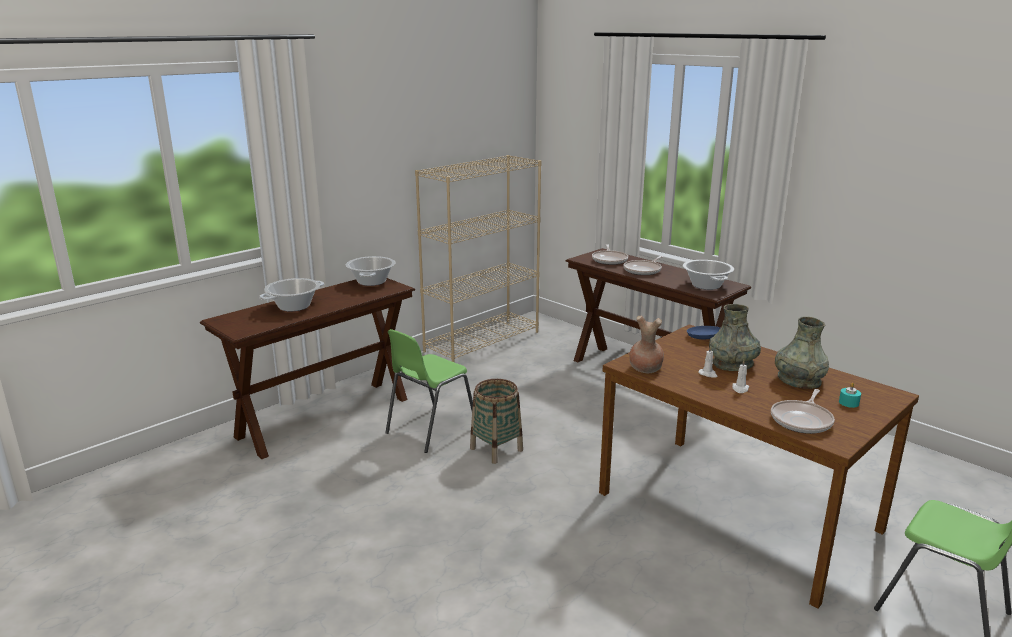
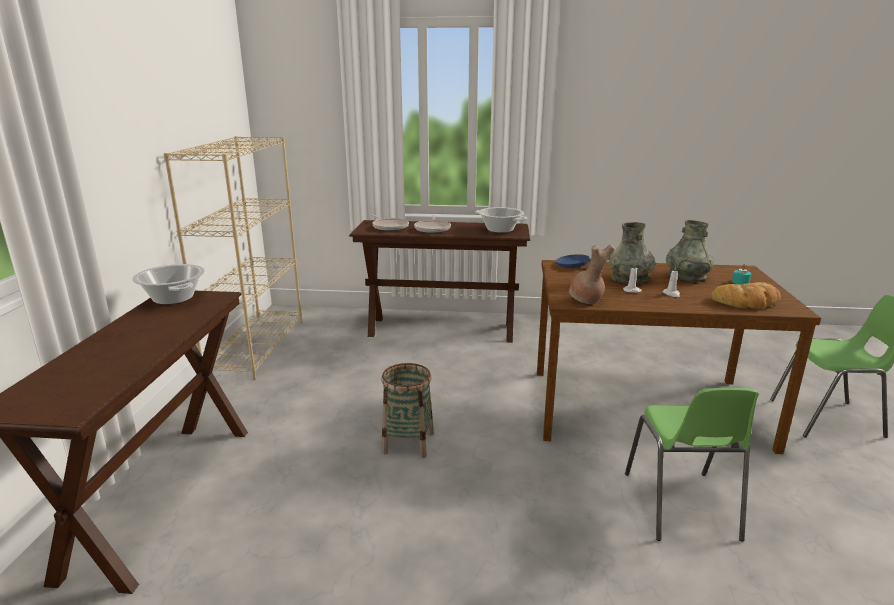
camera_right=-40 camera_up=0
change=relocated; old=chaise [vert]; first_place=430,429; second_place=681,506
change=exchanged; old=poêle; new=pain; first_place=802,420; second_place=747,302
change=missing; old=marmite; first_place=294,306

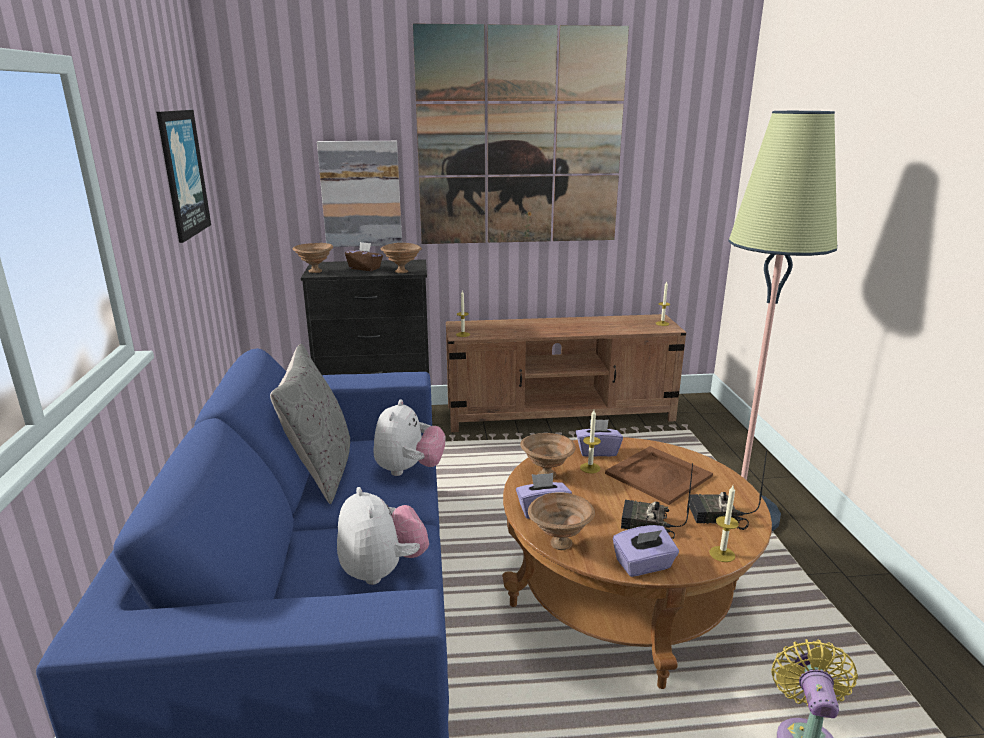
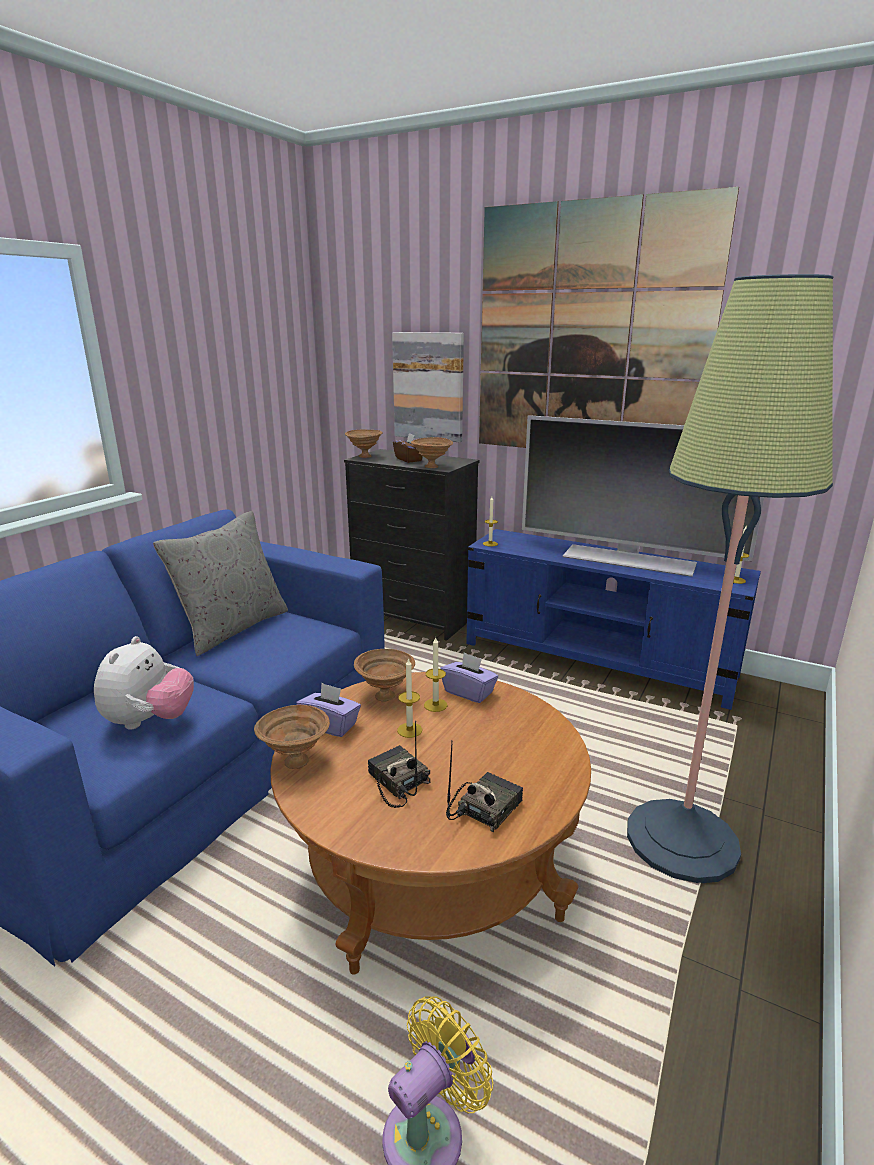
camera_right=35 camera_up=0
change=relocated; old=bougie; first_place=722,554; second_place=409,730
change=spun; old=radio; first_place=716,517; second_place=484,808; degrees=90
change=colour; old=meuble télé [marron]; new=meuble télé [bleu]; first_place=560,414; second_place=597,659
change=appeared; new=téléviseur; second_place=628,559
change=missing; old=tableau; first_place=182,174
change=missing; old=peluche; first_place=409,470
change=missing; old=plateau [marron]; first_place=658,475
change=missing; old=boîte à mouchoirs [violet]; first_place=643,565

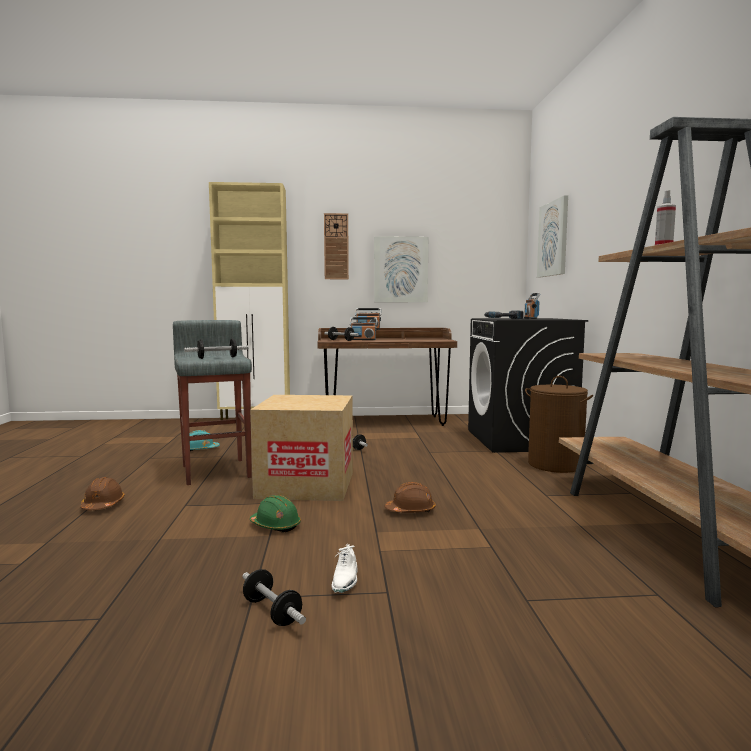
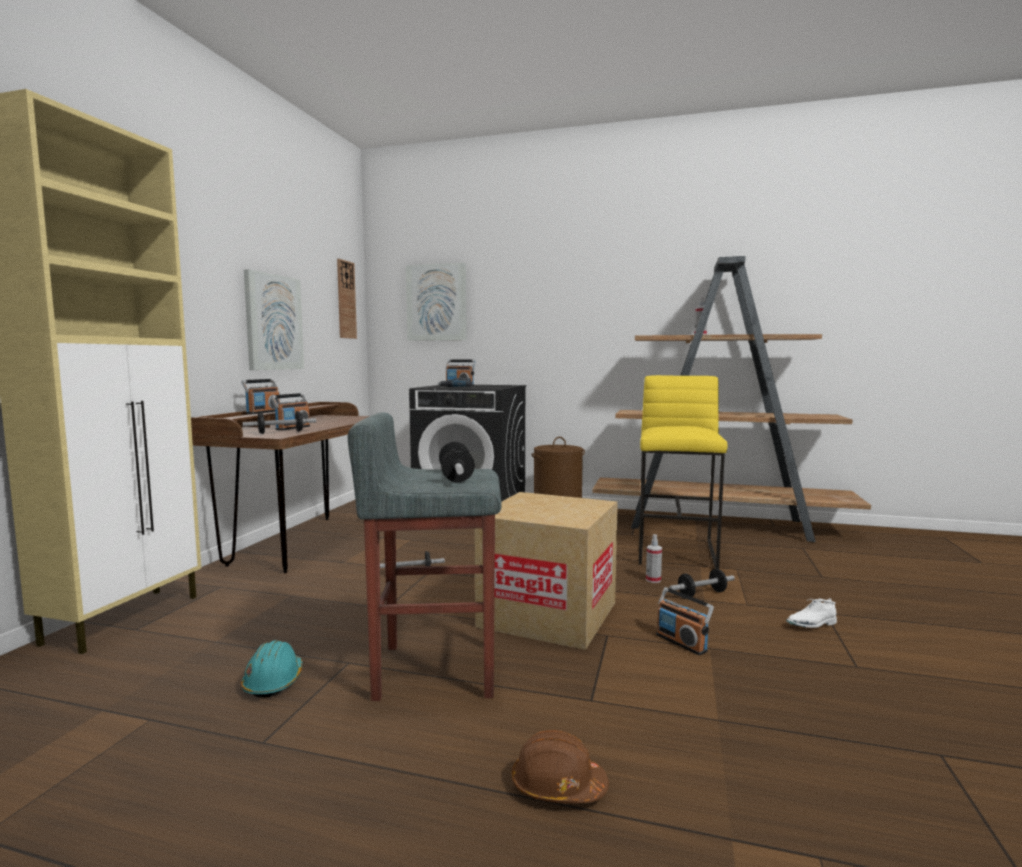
camera_right=-70 camera_up=0
change=relocated; old=horloge murale; first_place=336,246; second_place=346,299
change=appeared; new=tabouret [jaune]; second_place=677,552
change=exchanged; old=casque de chantier [marron]; new=vaporisateur; first_place=410,510; second_place=653,580
change=exchanged; old=casque de chantier [vert]; new=radio; first_place=275,525; second_place=681,642
change=relocated; old=haltère; first_place=272,612; second_place=702,594
change=spun; old=chaussure [blanc]; first_place=345,581; second_place=811,625; degrees=135

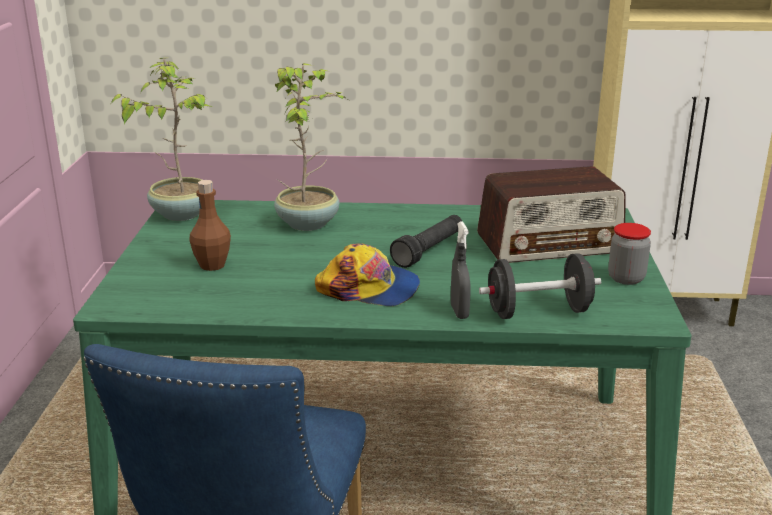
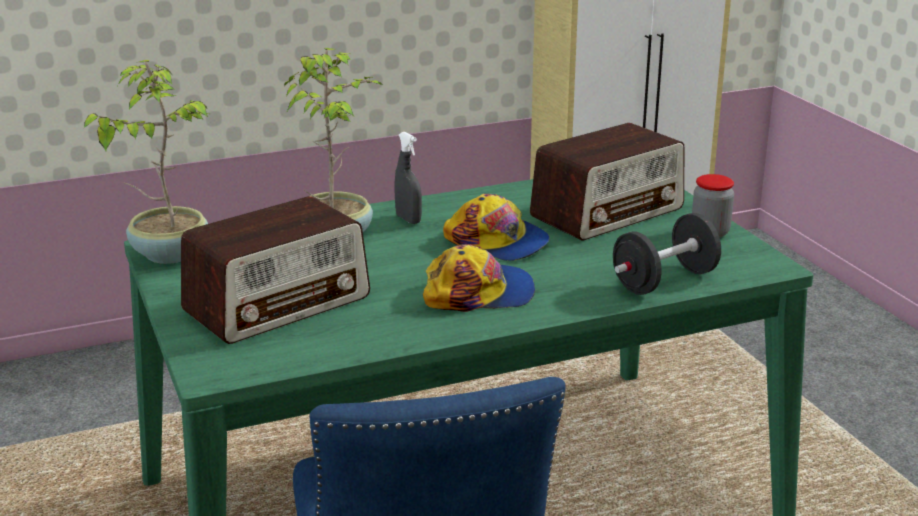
camera_right=-25 camera_up=0
change=exchanged; old=bouteille [marron]; new=radio; first_place=212,265; second_place=278,304
change=relocated; old=vaporisateur [gris]; first_place=459,312; second_place=408,219
change=exchanged; old=lampe de poche [noir]; new=casquette; first_place=429,250; second_place=497,242

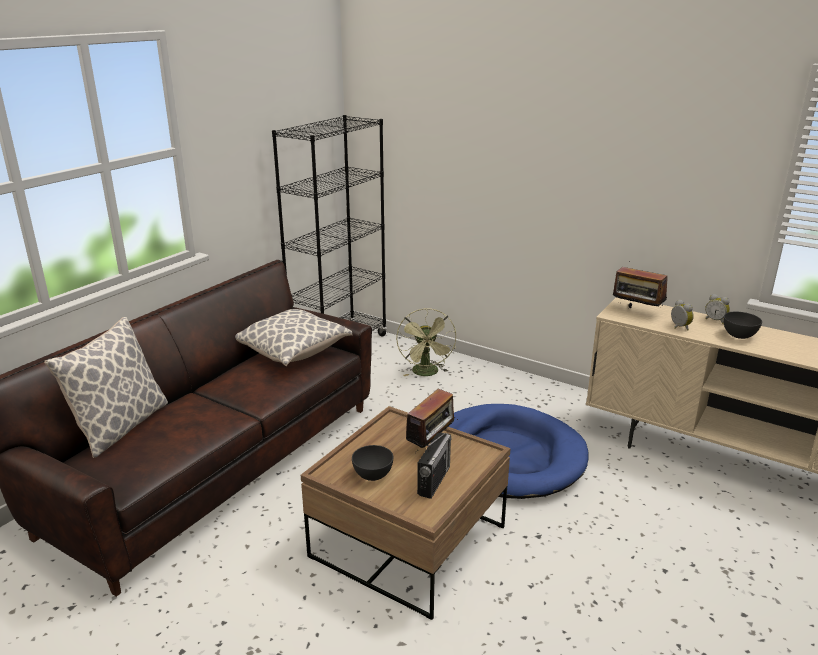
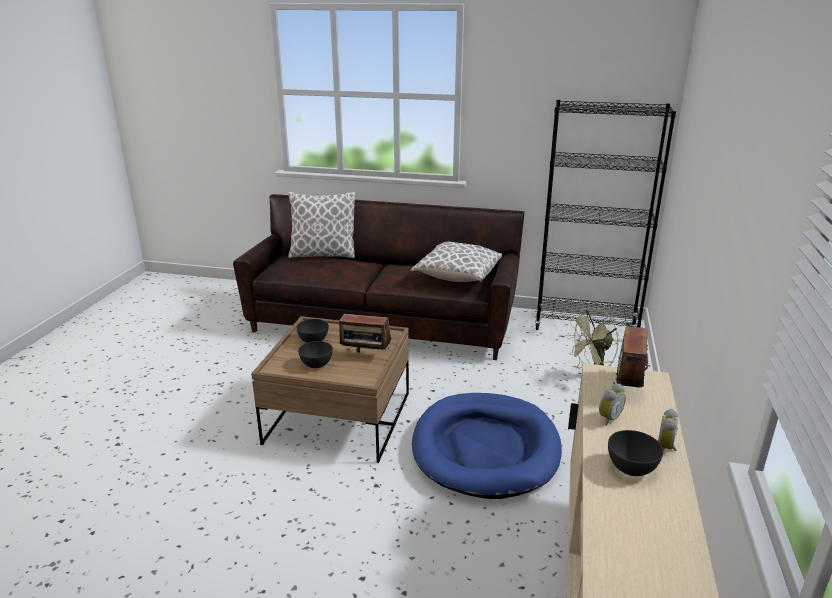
camera_right=70 camera_up=0
change=exchanged; old=radio; new=bol [gris]; first_place=434,480; second_place=316,364

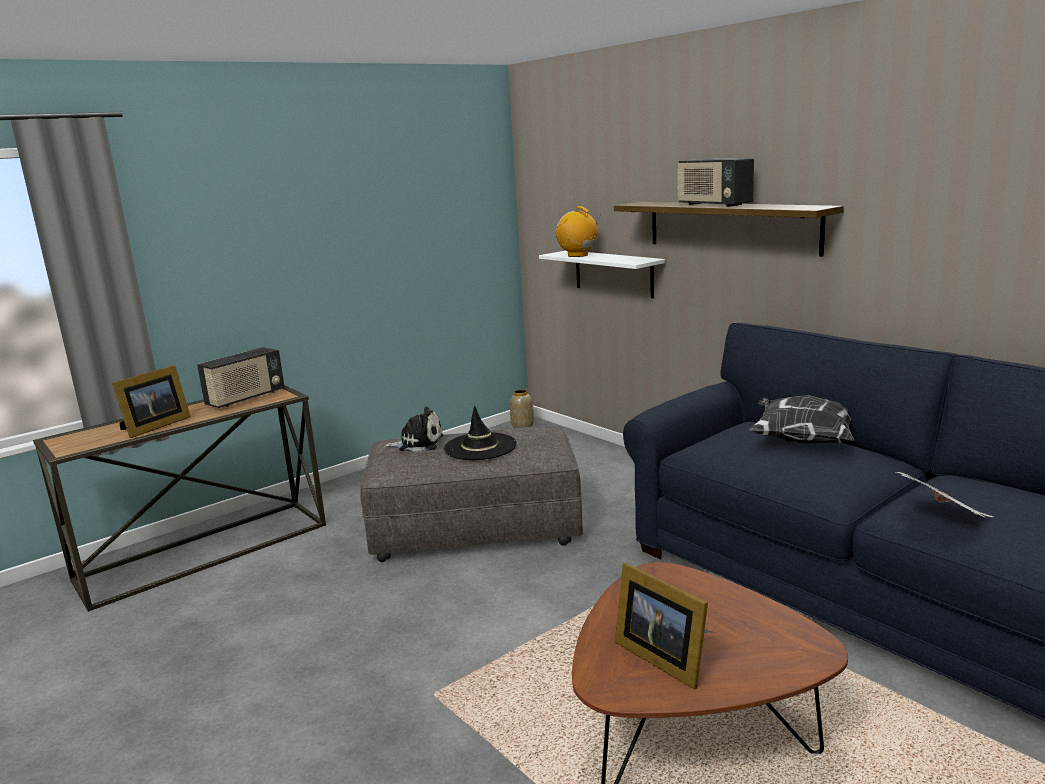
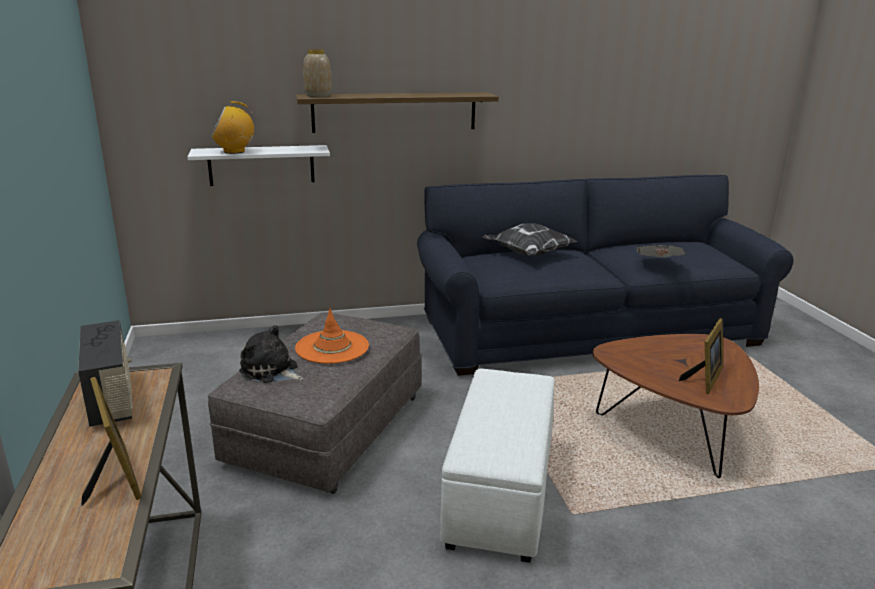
camera_right=-65 camera_up=5
change=spun; old=peluche; first_place=418,443; second_place=271,371; degrees=-90
change=colour; old=chapeau [noir]; new=chapeau [orange]; first_place=480,447; second_place=332,347
change=relocated; old=vase; first_place=522,426; second_place=317,95
change=appeared; new=pouf [blanc]; second_place=500,491
change=spun; old=cadre photo; first_place=660,656; second_place=705,379; degrees=-45
change=missing; old=radio; first_place=713,205

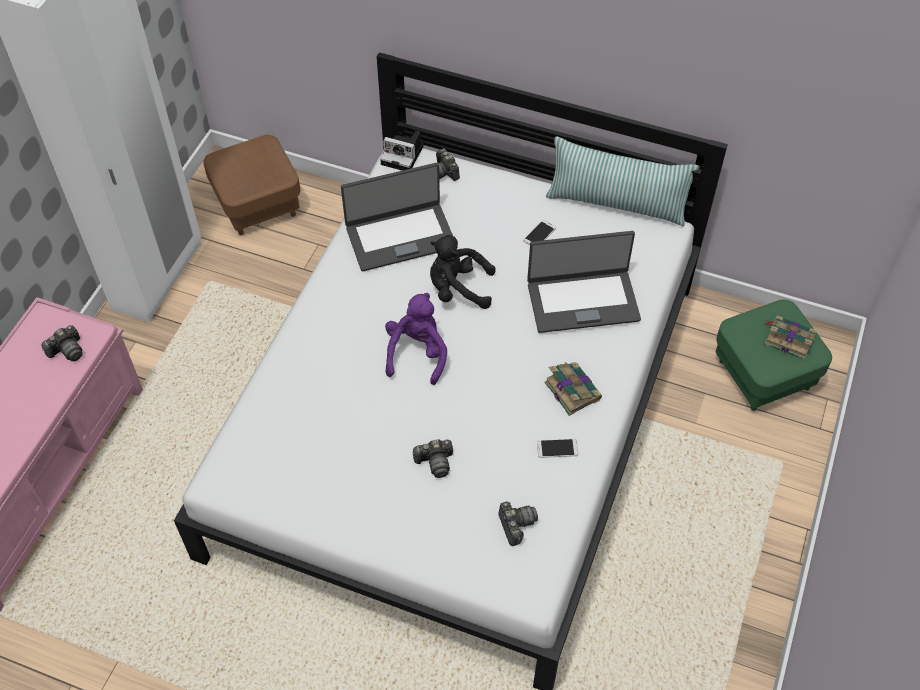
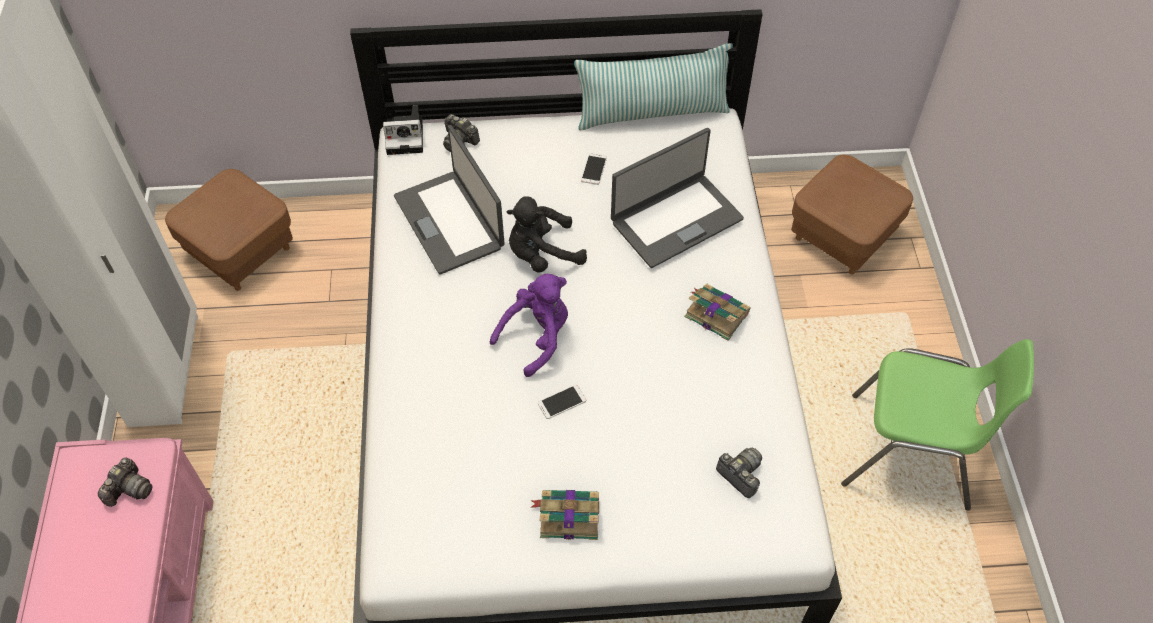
camera_right=-25 camera_up=0
change=spun; old=ordinateur portable; first_place=400,236; second_place=450,221; degrees=105
change=spun; old=peluche [violet]; first_place=417,353; second_place=537,337; degrees=60
change=relocated; old=livre; first_place=788,339; second_place=567,516
change=relocated; old=téléphone; first_place=557,448; second_place=562,402
change=colour; old=pouf [vert]; new=pouf [marron]; first_place=763,374; second_place=842,236
change=appeared; new=chaise [vert]; second_place=911,453
change=missing; old=appareil photo; first_place=435,462

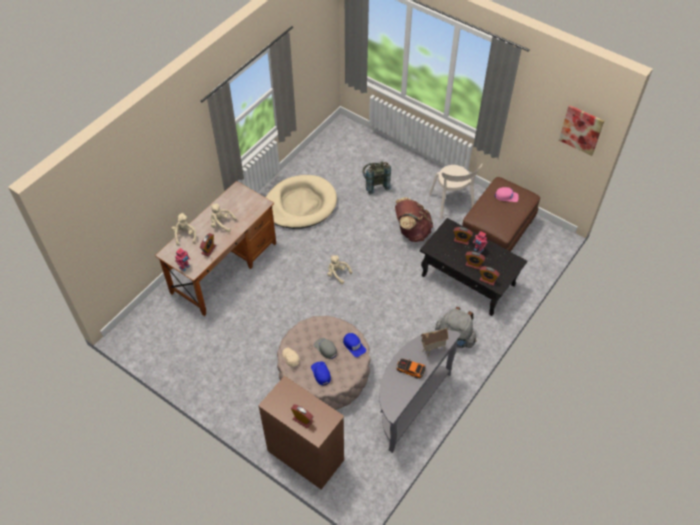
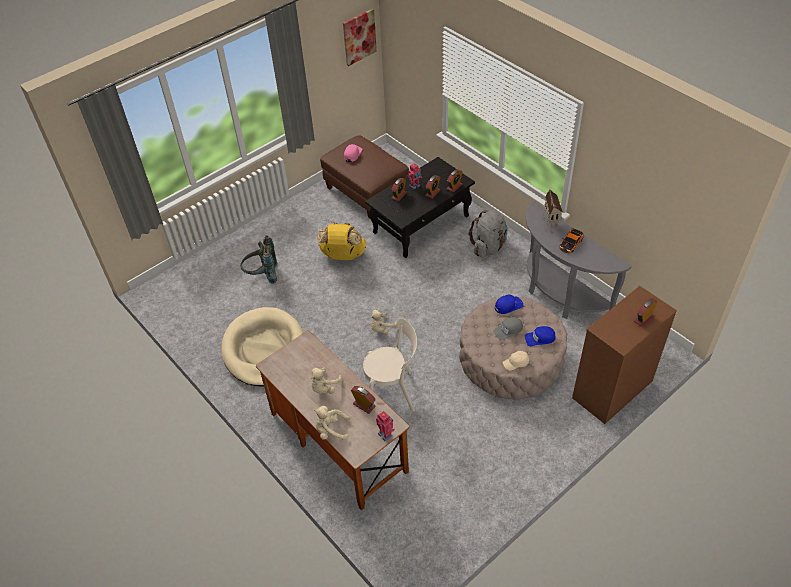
camera_right=-75 camera_up=-5
change=colour; old=sac à dos [marron]; new=sac à dos [jaune]; first_place=411,231; second_place=343,256
change=relocated; old=chaise [beige]; first_place=452,204; second_place=393,392

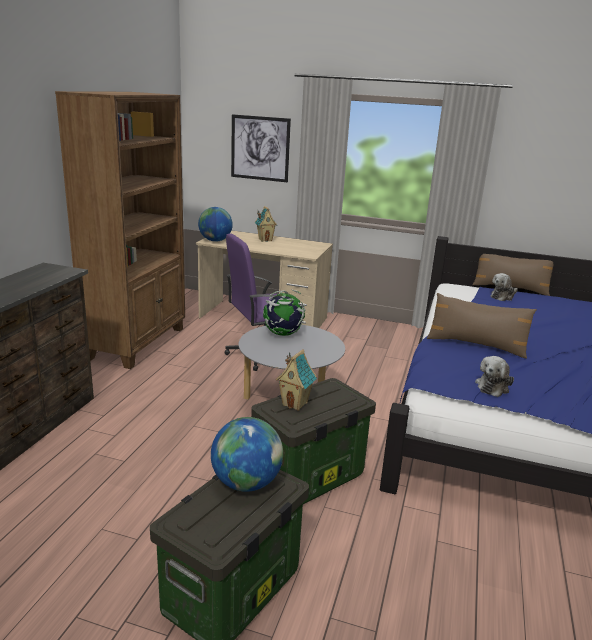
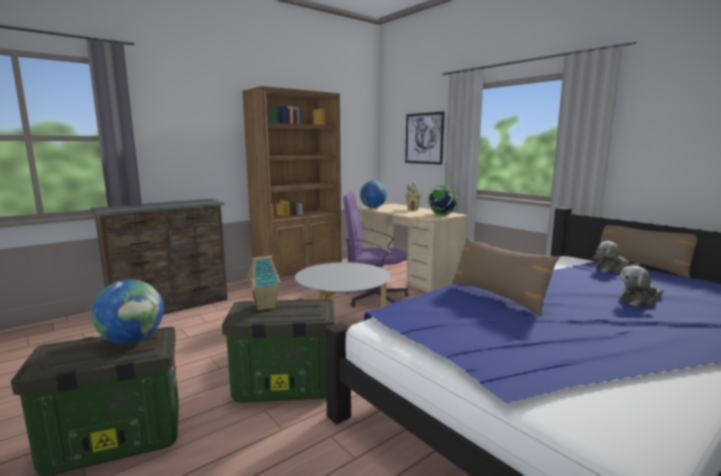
camera_right=35 camera_up=-10
change=relocated; old=globe; first_place=282,334; second_place=441,214
change=relocated; old=peluche; first_place=493,386; second_place=639,300

